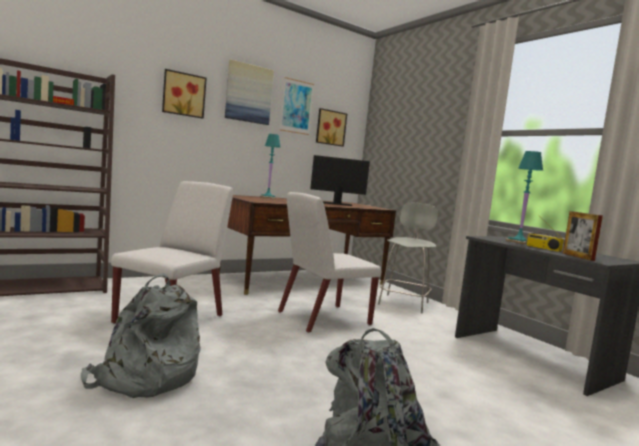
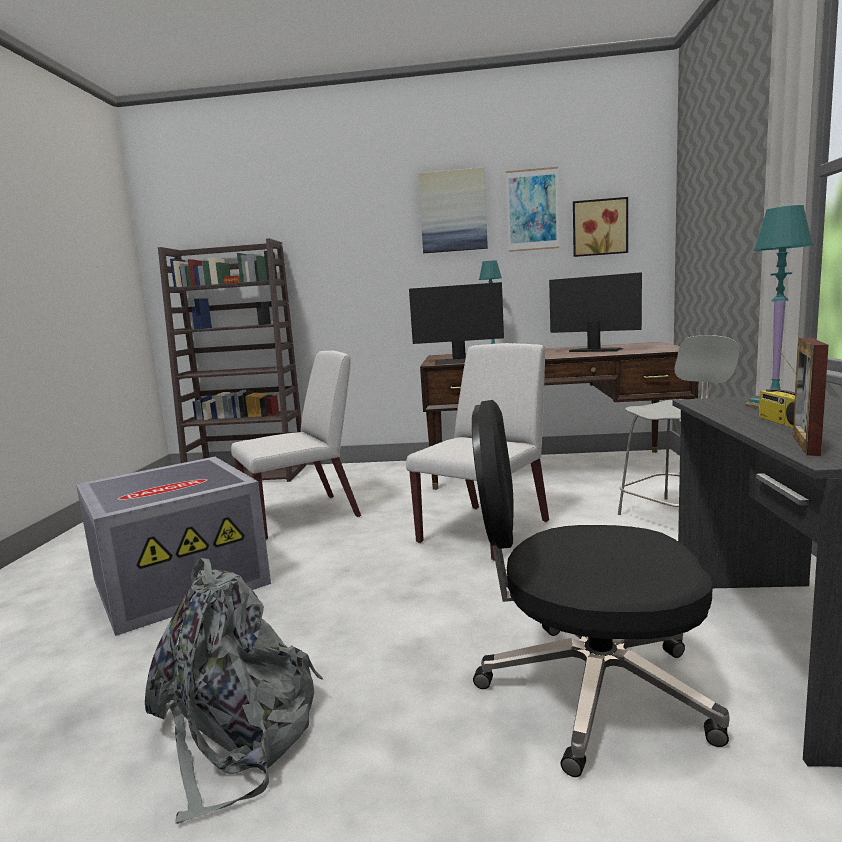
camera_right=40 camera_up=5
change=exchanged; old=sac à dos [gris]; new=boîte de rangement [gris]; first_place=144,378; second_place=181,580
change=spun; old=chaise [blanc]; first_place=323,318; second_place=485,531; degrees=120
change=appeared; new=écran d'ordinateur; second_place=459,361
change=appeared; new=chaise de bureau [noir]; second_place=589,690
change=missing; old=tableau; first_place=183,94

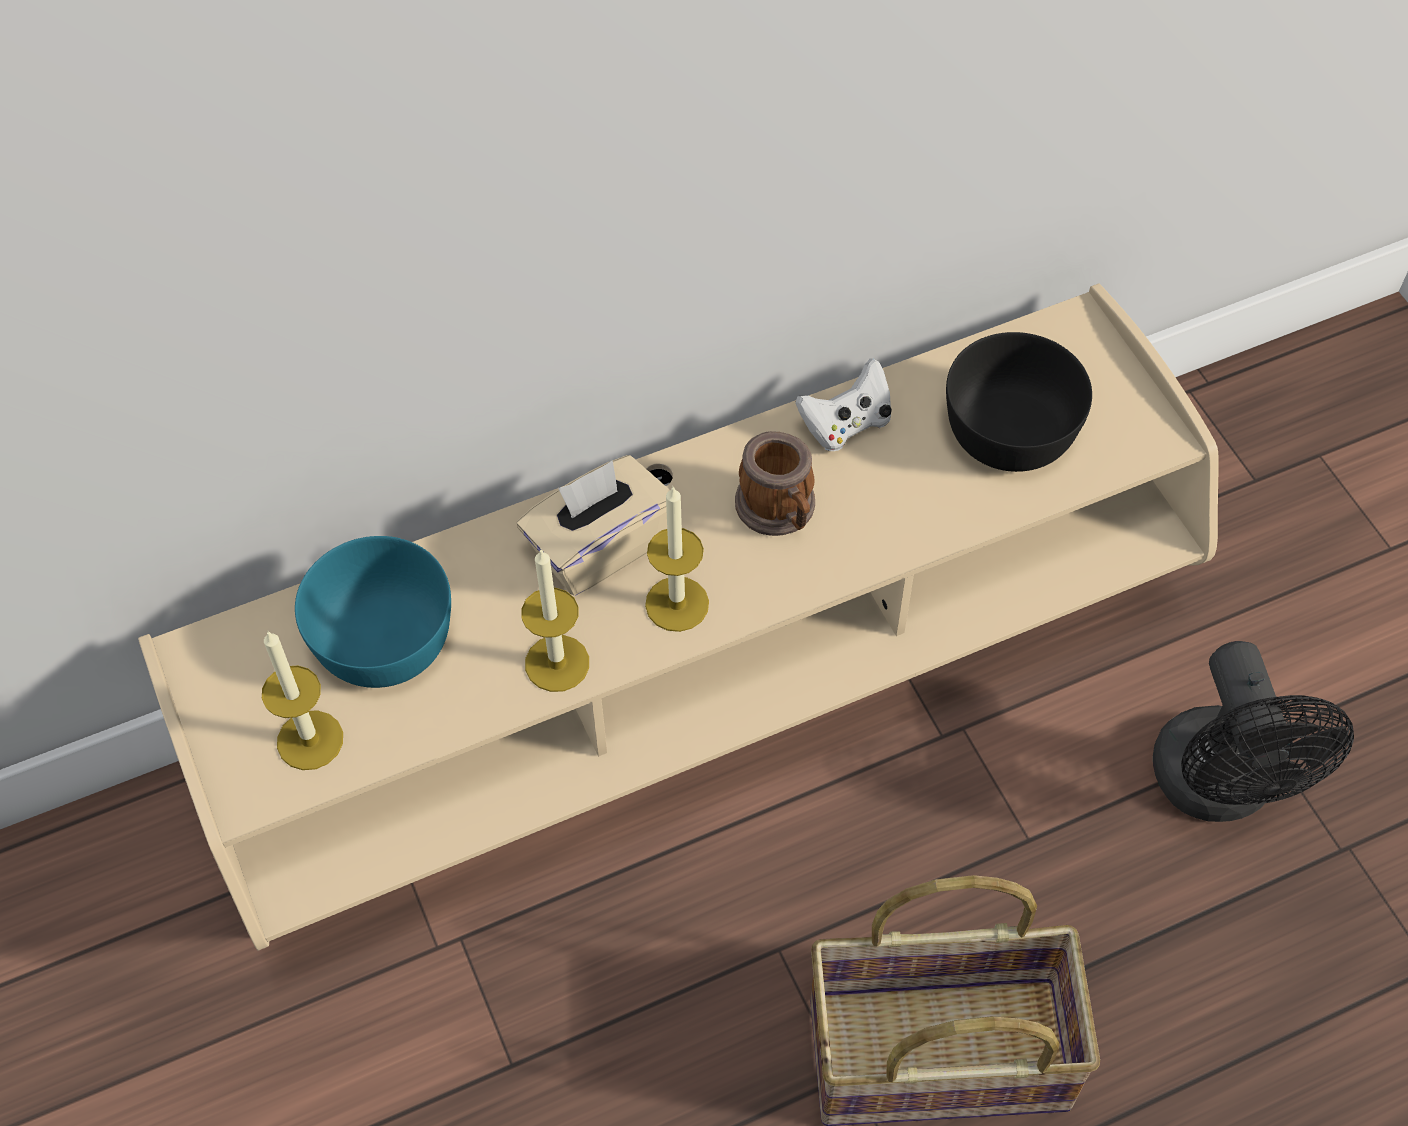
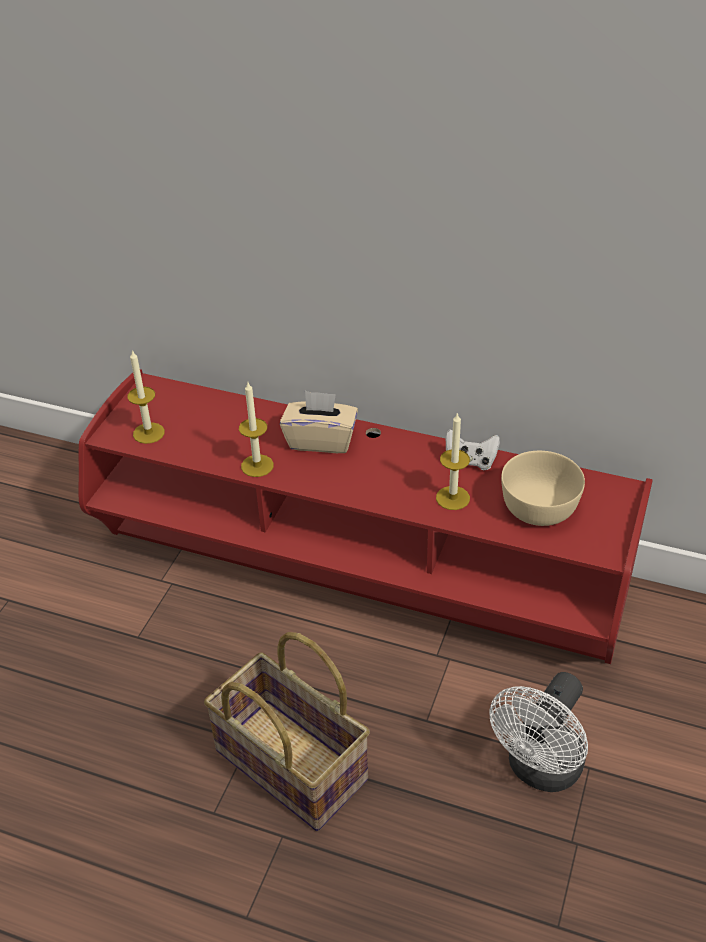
camera_right=45 camera_up=-15
change=colour; old=meuble télé [beige]; new=meuble télé [rouge]; first_place=707,697; second_place=357,572
change=relocated; old=bougie; first_place=677,604; second_place=452,498
change=colour; old=ventilateur [noir]; new=ventilateur [blanc]; first_place=1219,789; second_place=540,770
change=colour; old=bol [noir]; new=bol [beige]; first_place=1011,433; second_place=539,508
change=missing; old=bol [turquoise]; first_place=382,637
change=missing; old=mug; first_place=780,511

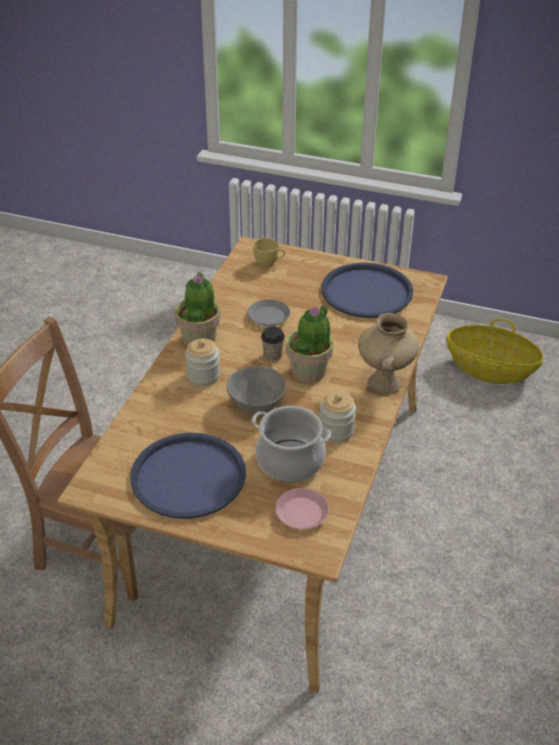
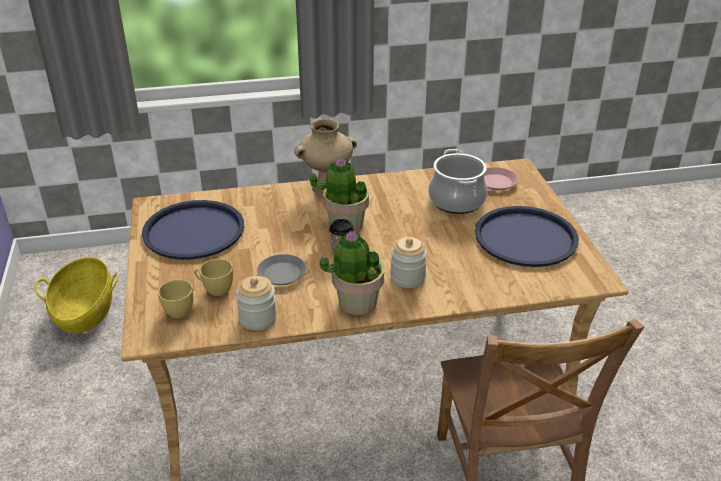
camera_right=-120 camera_up=-5
change=appeared; new=tasse [jaune]; second_place=215,289
change=relocated; old=bocal; first_place=336,430; second_place=257,318
change=missing; old=bol [gris]; first_place=257,404

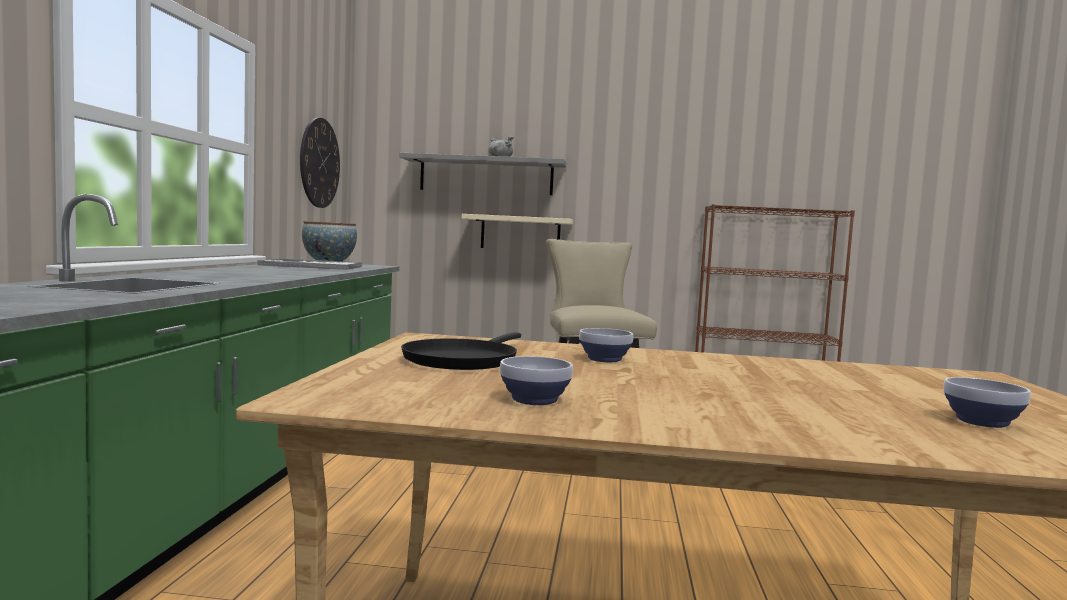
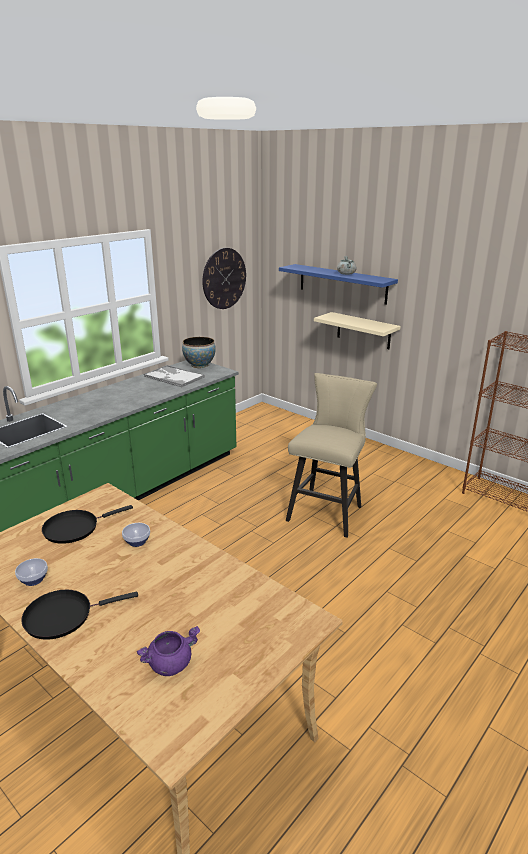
camera_right=35 camera_up=20
change=appeared; new=poêle [noir]; second_place=63,616
change=exchanged; old=bol; new=marmite [violet]; first_place=980,421; second_place=170,664
change=colour; old=étagère [gris]; new=étagère [bleu]; first_place=486,176; second_place=342,283

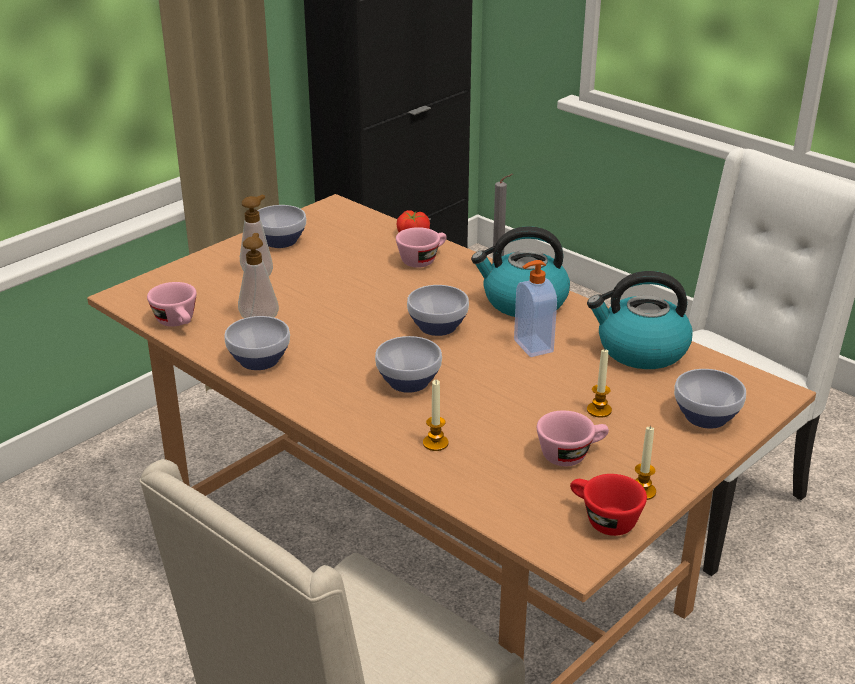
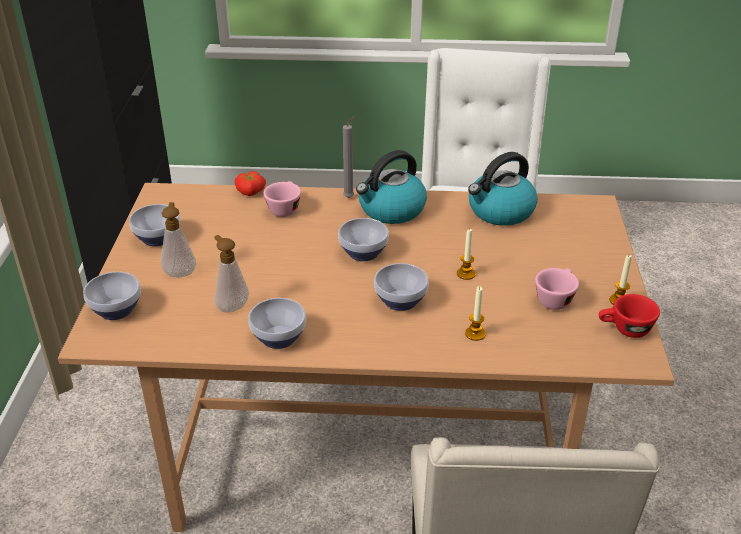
camera_right=-40 camera_up=5
change=relocated; old=bol; first_place=705,416; second_place=115,309
change=relocated; old=bougie; first_place=599,410; second_place=466,274
change=missing; old=tasse [rose]; first_place=178,323
change=missing; old=distributeur de savon; first_place=532,346

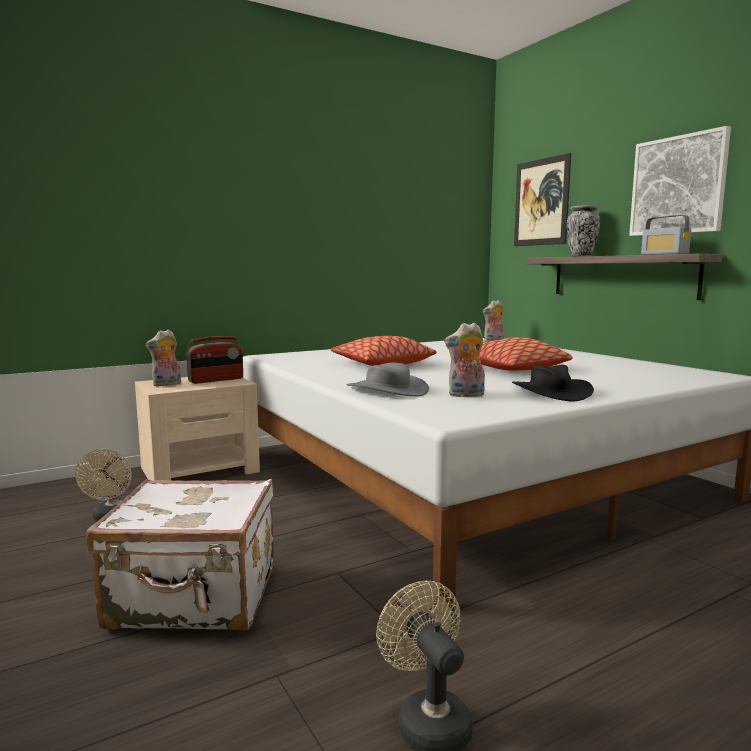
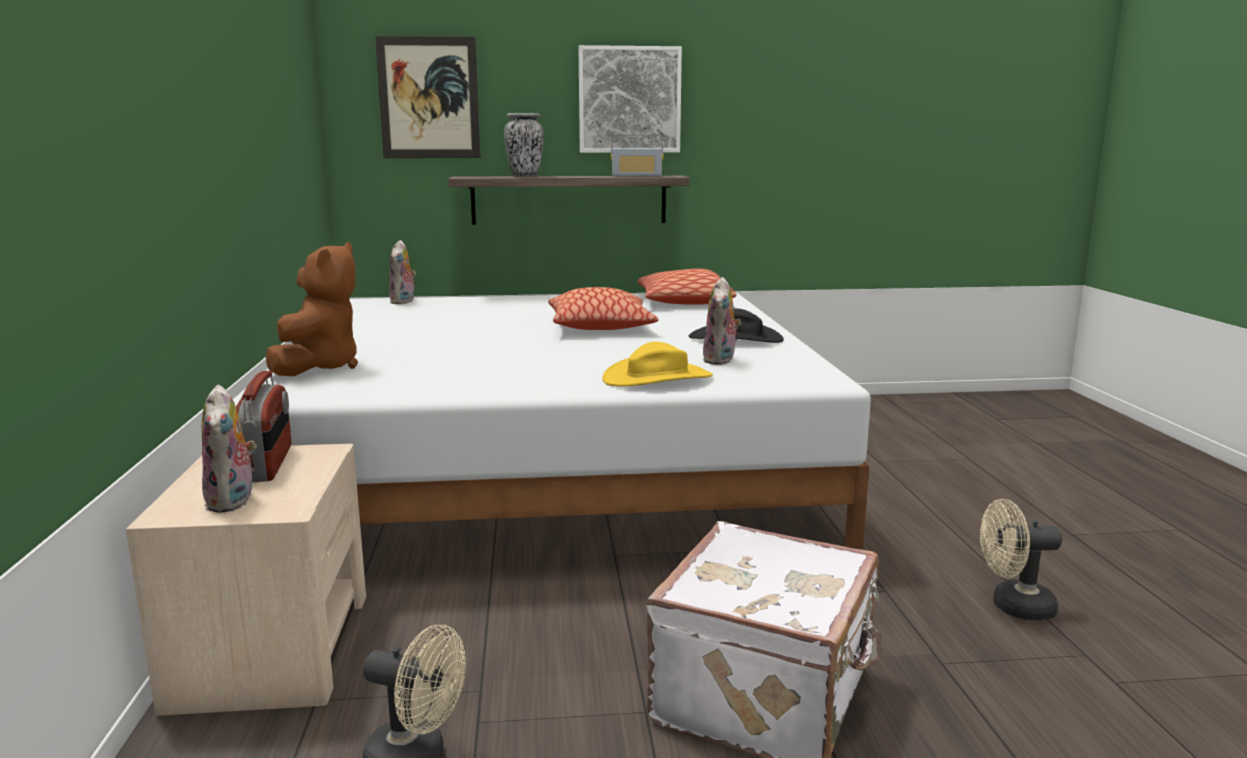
camera_right=-65 camera_up=5
change=appeared; new=peluche [marron]; second_place=319,367
change=colour; old=chapeau [gris]; new=chapeau [jaune]; first_place=387,389; second_place=657,378
change=relocated; old=coussin; first_place=382,364; second_place=684,302

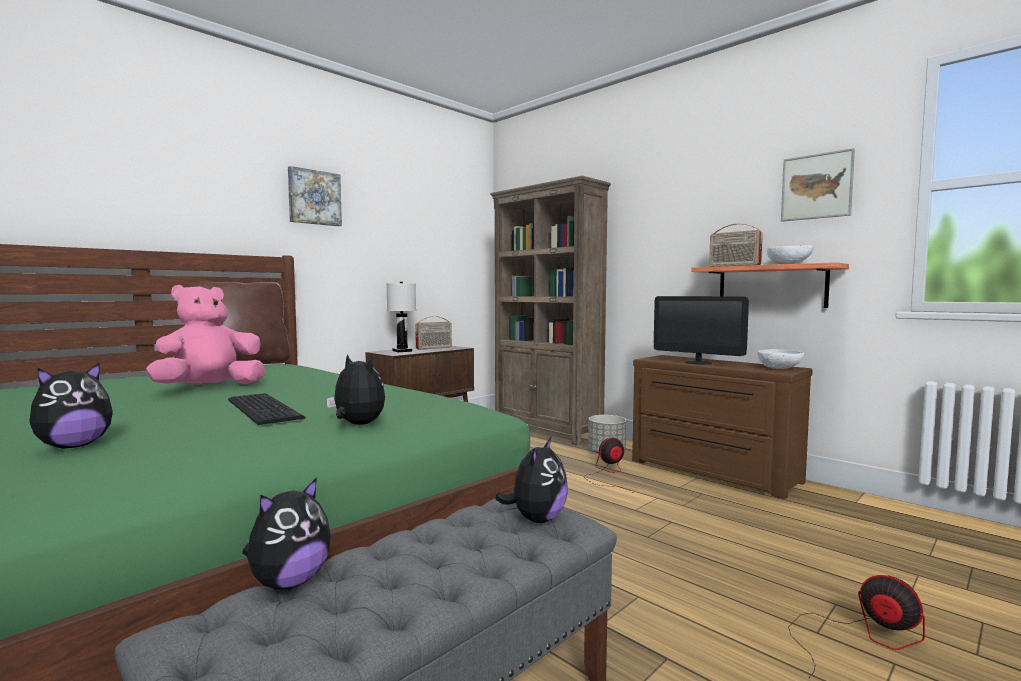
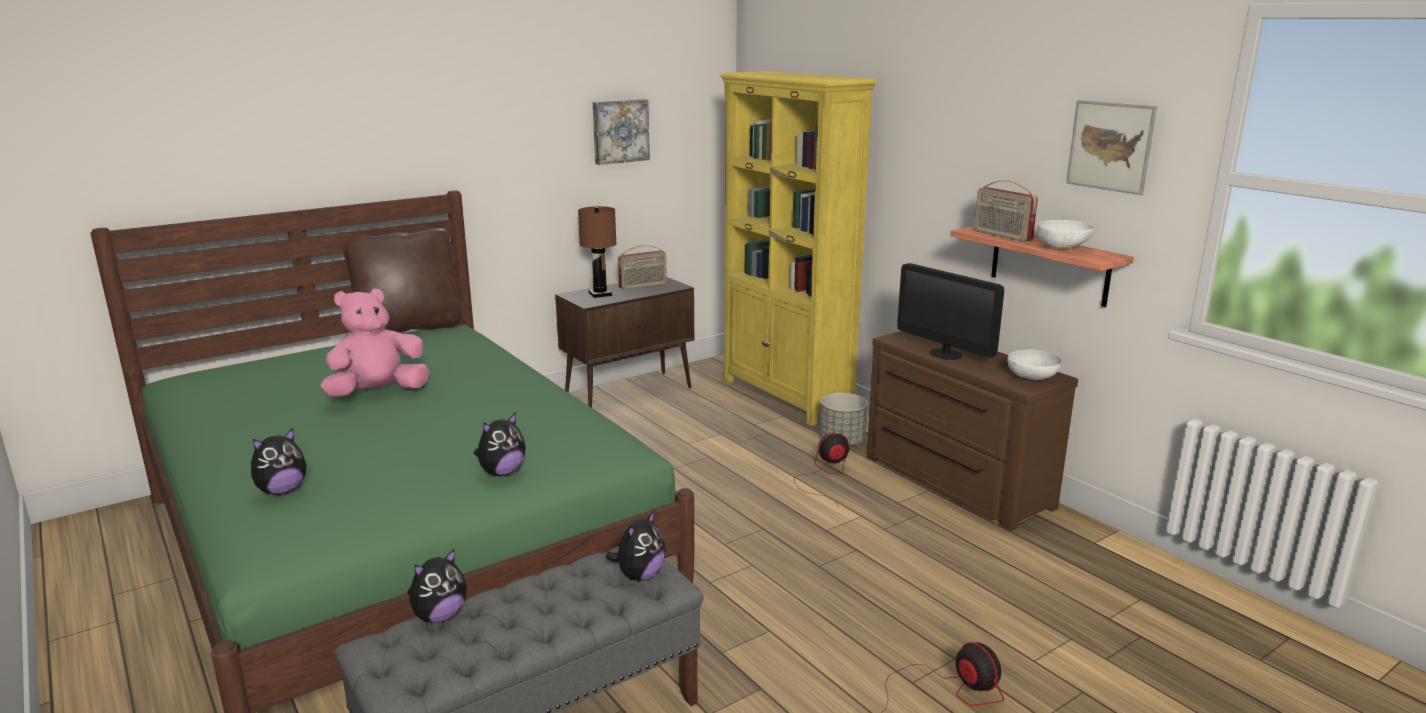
camera_right=10 camera_up=15
change=spun; old=peluche; first_place=357,425; second_place=502,472; degrees=90
change=colour; old=lampe de table [blanc]; new=lampe de table [marron]; first_place=402,351; second_place=600,294
change=relocated; old=tableau; first_place=314,197; second_place=620,131
change=colour; old=bibliothèque [marron]; new=bibliothèque [jaune]; first_place=547,431; second_place=786,396
change=missing; old=clavier; first_place=266,408

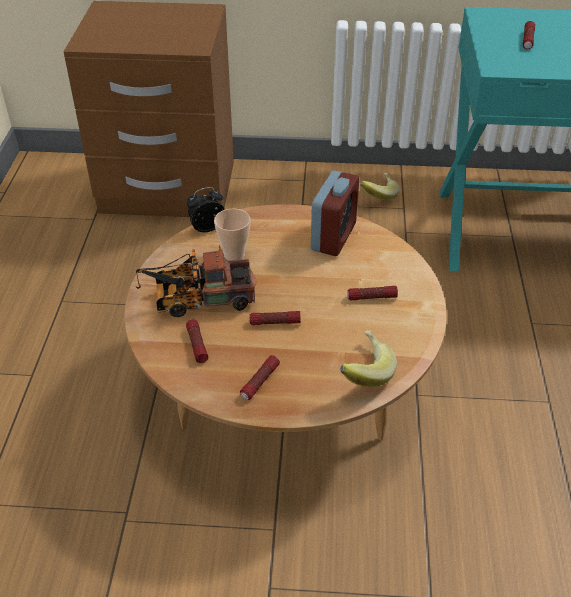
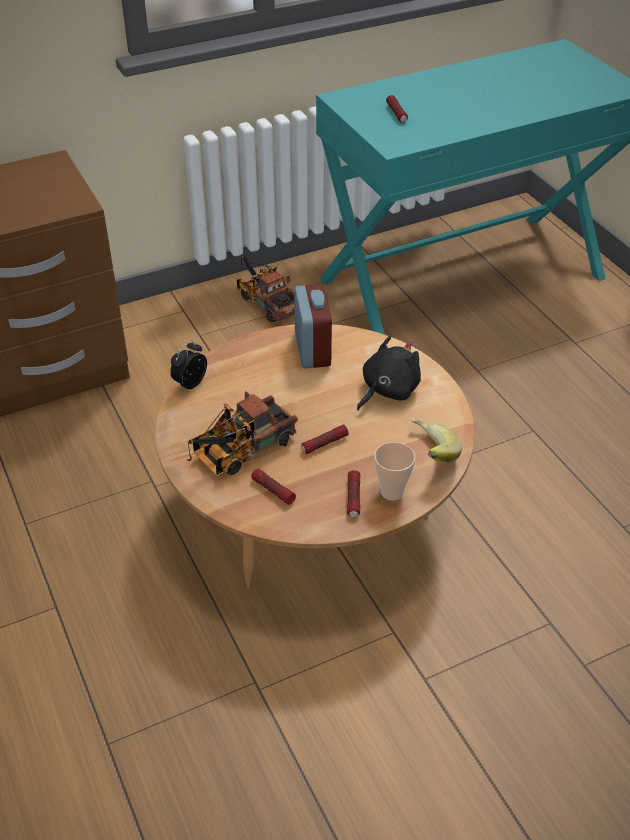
camera_right=-30 camera_up=0
change=exchanged; old=banane; new=camion jouet; first_place=377,195; second_place=265,301
change=exchanged; old=lampe de poche; new=peluche [noir]; first_place=372,297; second_place=387,390
change=relocated; old=tasse; first_place=234,255; second_place=392,492

